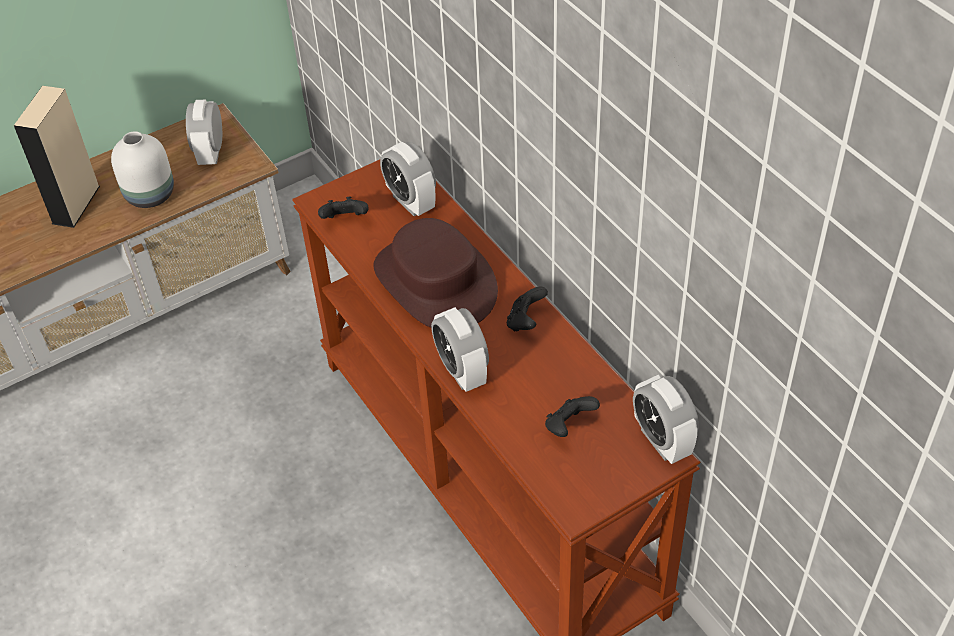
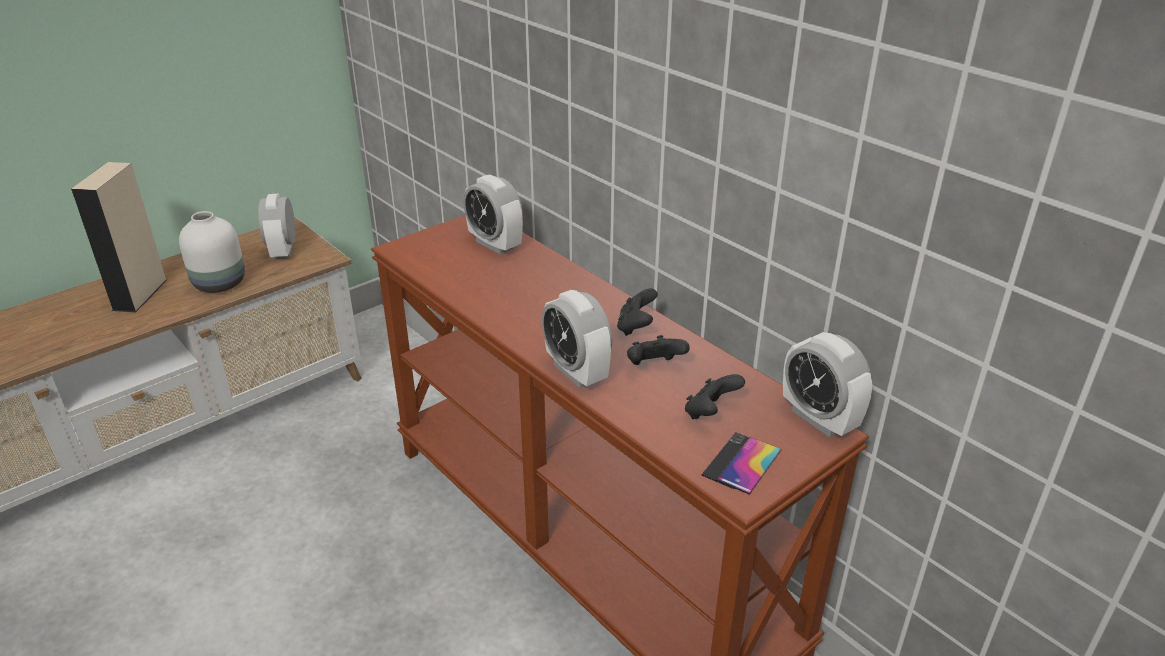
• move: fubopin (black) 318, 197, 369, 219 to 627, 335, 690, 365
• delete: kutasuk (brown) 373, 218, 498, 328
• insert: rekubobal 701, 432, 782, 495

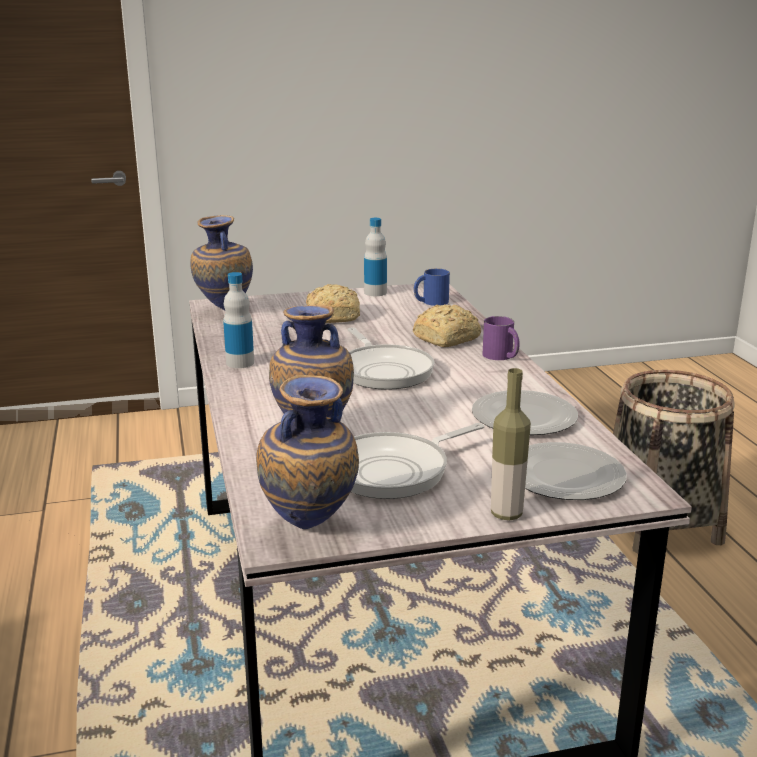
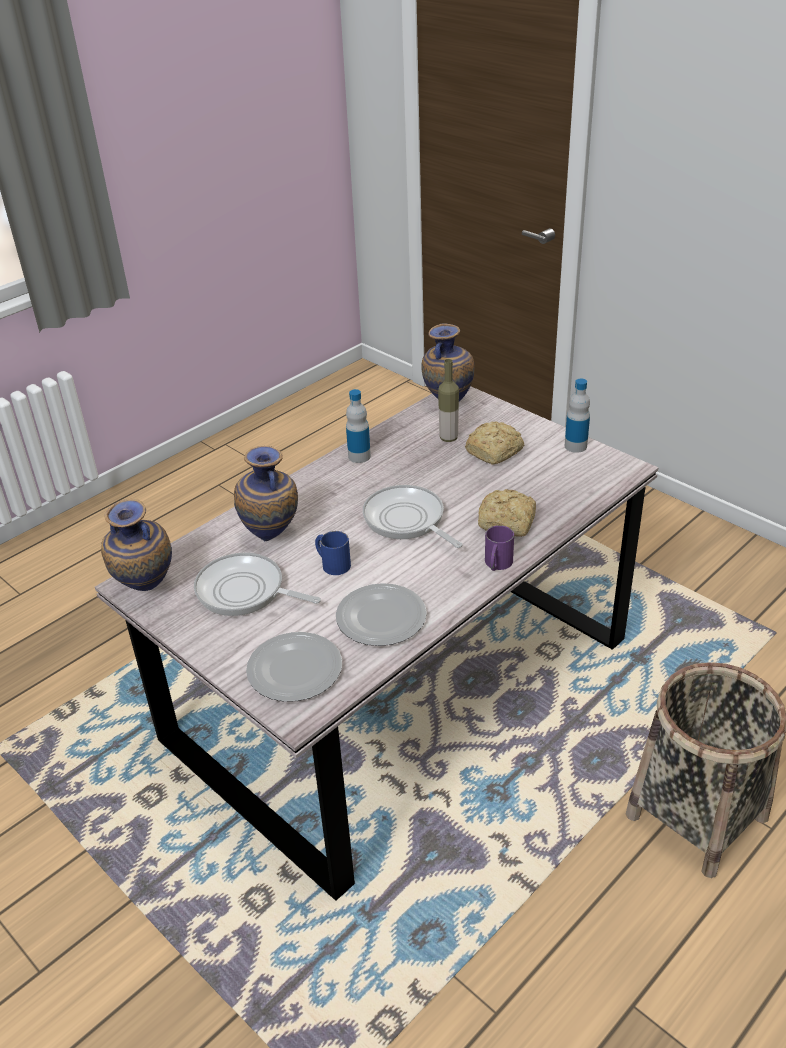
• rotate: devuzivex 347, 328, 434, 390 = 363, 485, 463, 548 105 degrees clockwise
• move: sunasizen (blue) 414, 269, 450, 306 to 315, 531, 351, 575
• move: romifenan 491, 368, 531, 520 to 438, 359, 459, 442

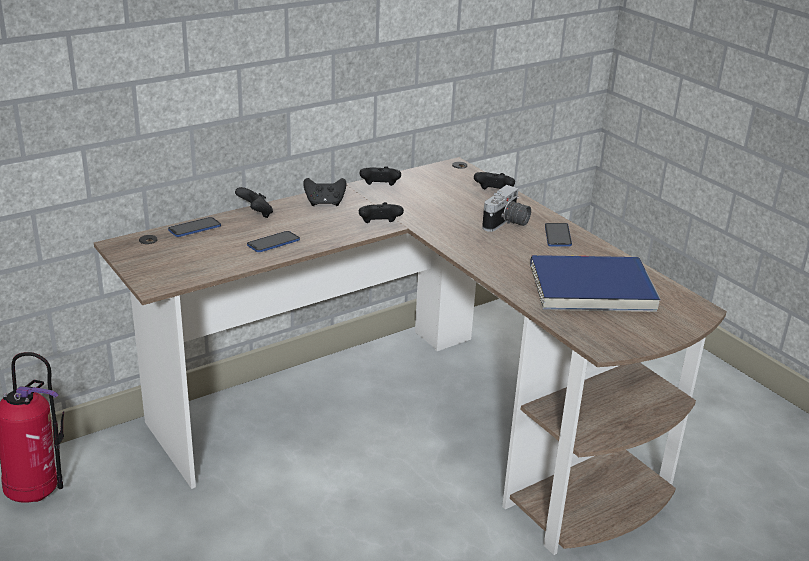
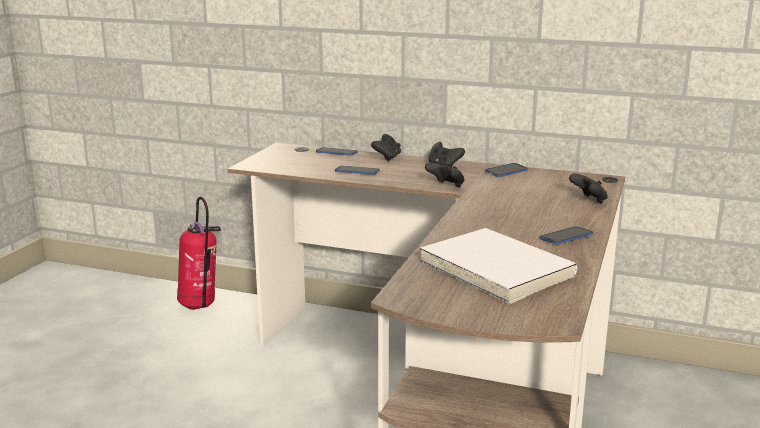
• replace: fubopin (black) 359, 166, 401, 186 to rekubobal 485, 163, 528, 177
• delete: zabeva 482, 185, 531, 232
• recolor: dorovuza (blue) 530, 255, 661, 312 to dorovuza (white) 419, 228, 577, 304

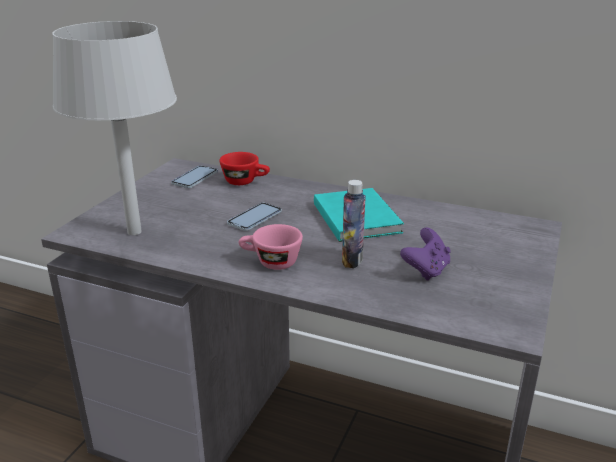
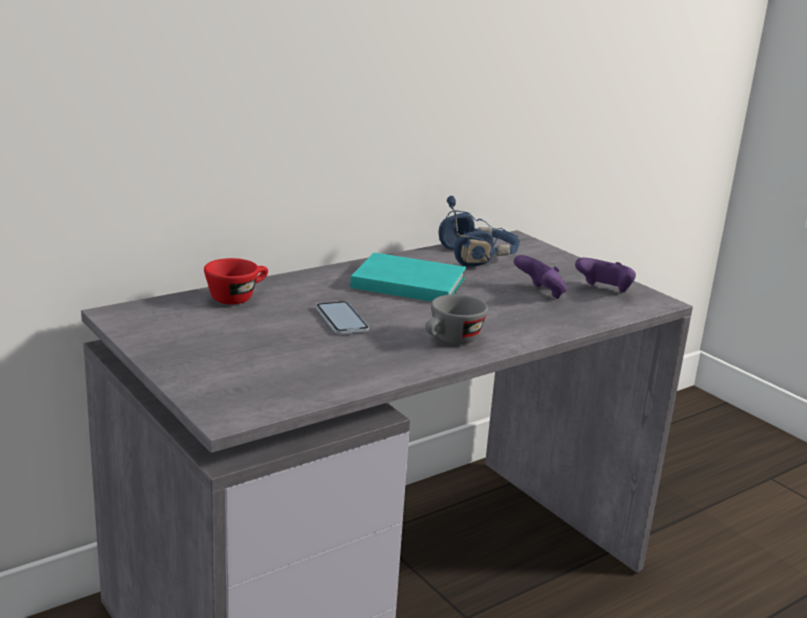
• delete: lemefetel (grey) 52, 21, 177, 235
• delete: rekubobal 171, 166, 218, 188
• recolor: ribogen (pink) 239, 224, 303, 270 to ribogen (grey) 425, 294, 488, 344
• delete: romifenan 342, 180, 366, 268
• insert: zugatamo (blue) 438, 196, 520, 267
• insert: fubopin (purple) 575, 258, 636, 293

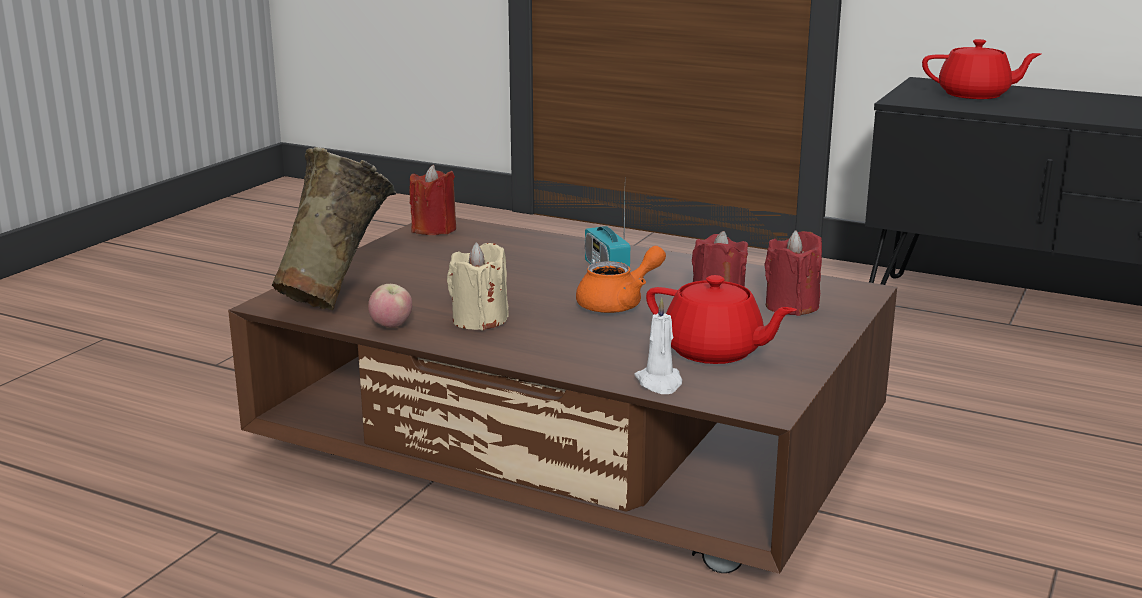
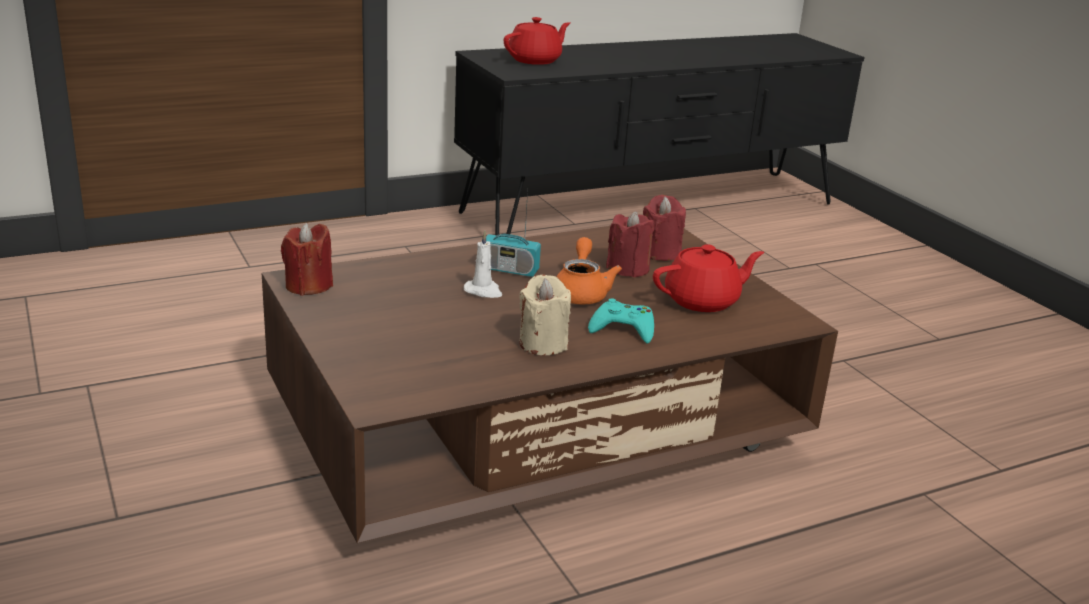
• delete: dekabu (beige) 272, 147, 397, 310
• delete: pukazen 368, 284, 412, 328
• move: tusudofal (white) 635, 297, 682, 394 to 464, 230, 502, 298
• insert: fubopin (turquoise) 588, 298, 654, 344

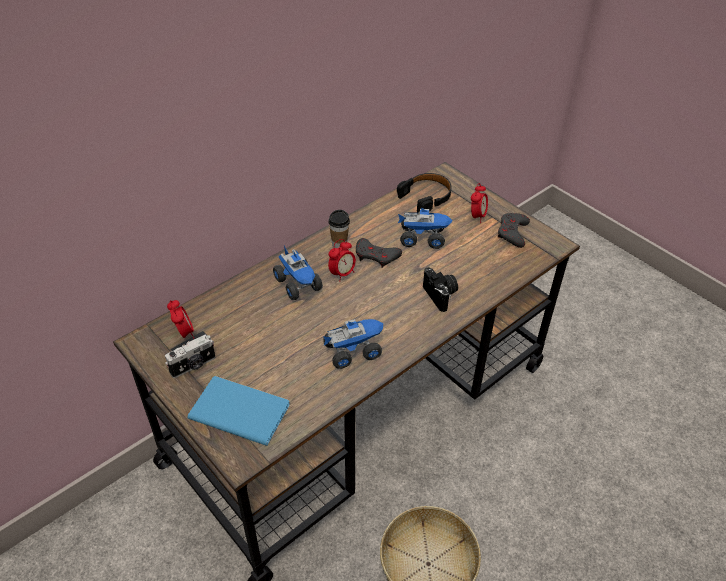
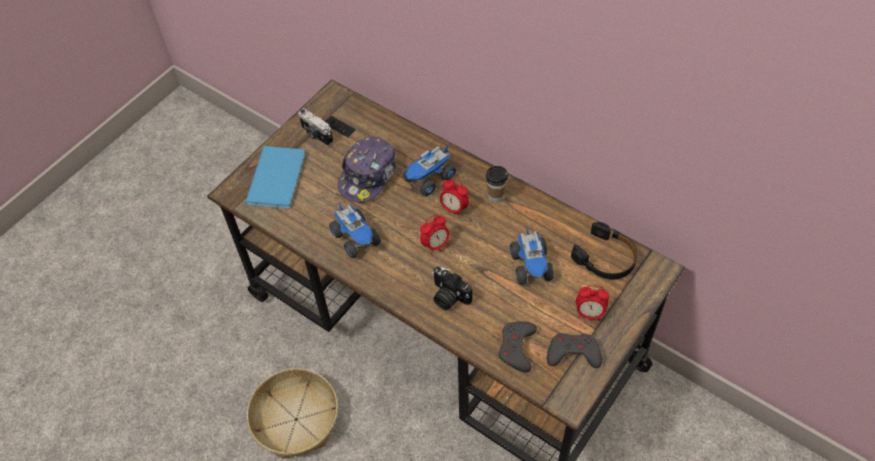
• move: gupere 167, 300, 194, 339 to 420, 215, 450, 255
• move: fubopin (grey) 356, 238, 402, 268 to 499, 321, 537, 372
• rotate: zabeva 423, 267, 458, 312 = 432, 266, 472, 310 75 degrees clockwise
• insert: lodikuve 338, 136, 396, 203

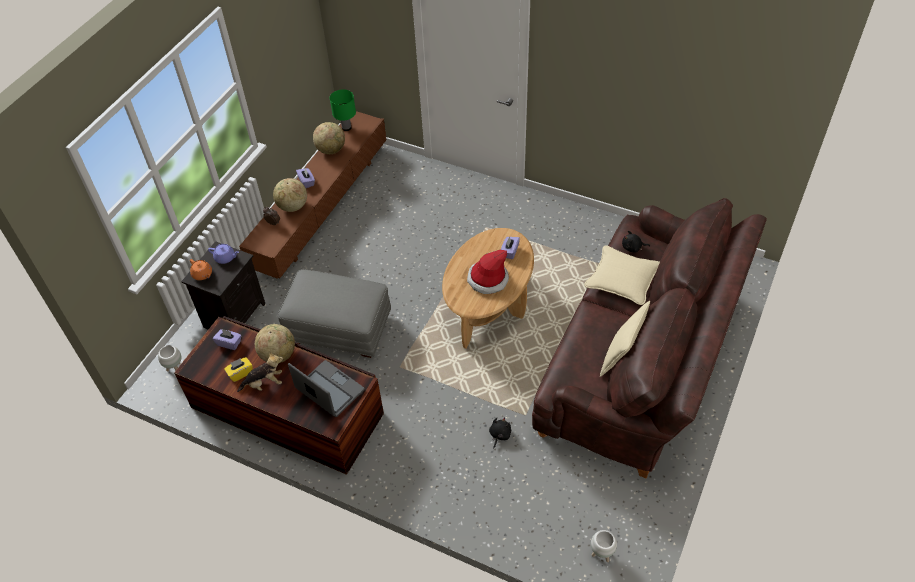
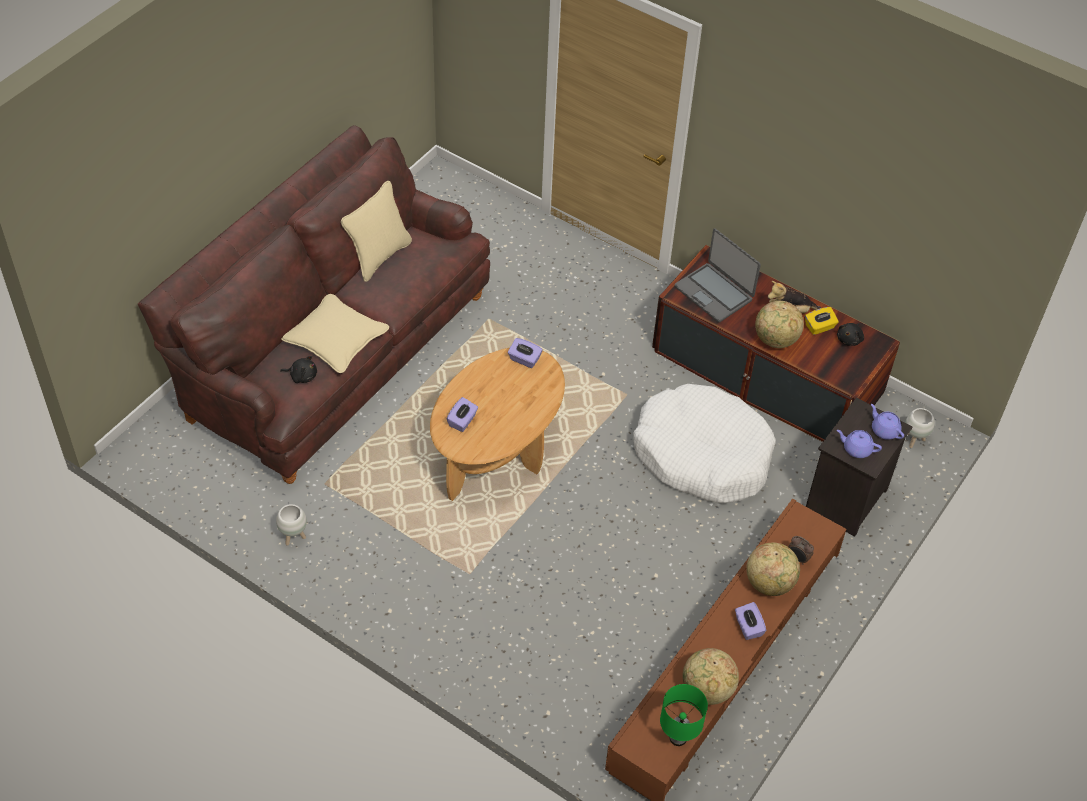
• recolor: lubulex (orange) 190, 259, 212, 280 to lubulex (purple) 871, 404, 904, 440
• move: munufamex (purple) 213, 329, 241, 350 to 508, 338, 543, 368
• replace: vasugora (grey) 278, 269, 391, 358 to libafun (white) 633, 384, 776, 504
• delete: kutasuk 467, 250, 509, 294
• move: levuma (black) 489, 417, 511, 449 to 837, 323, 864, 346
• move: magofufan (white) 591, 530, 617, 562 to 276, 504, 307, 545

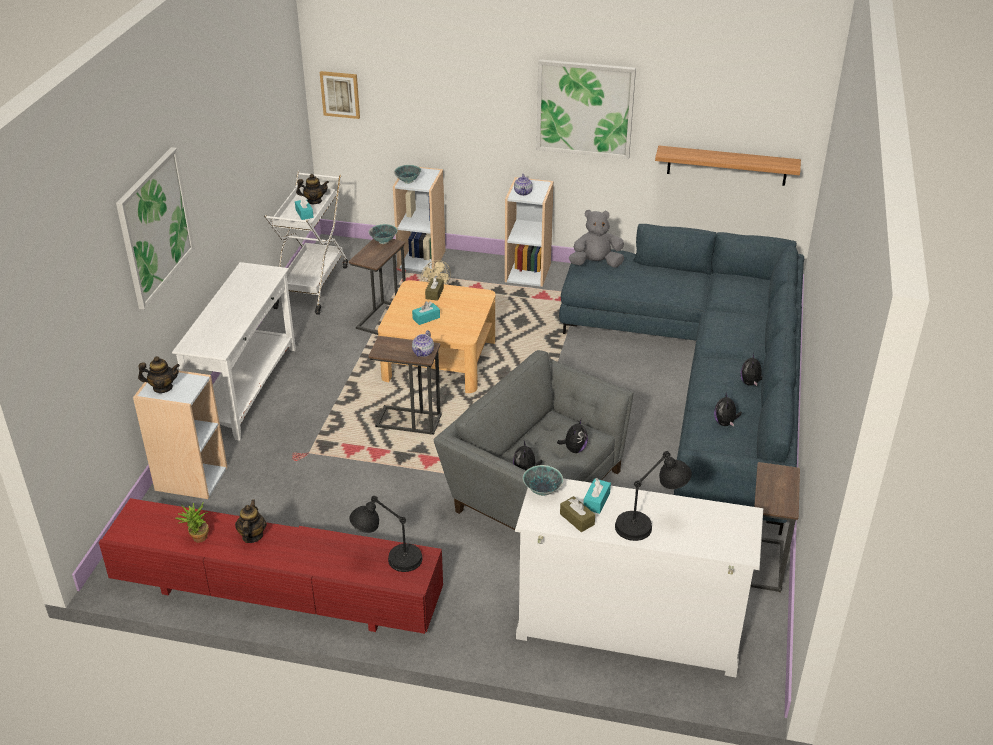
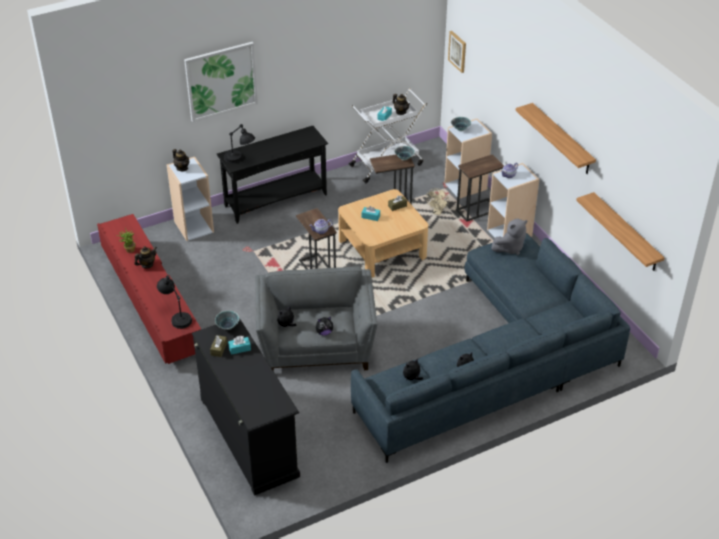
• recolor: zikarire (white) 172, 262, 296, 441 to zikarire (black) 217, 126, 328, 224
• recolor: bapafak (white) 515, 479, 763, 677 to bapafak (black) 192, 318, 300, 496
• replace: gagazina 536, 59, 636, 159 to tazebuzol 516, 103, 596, 174
• rotate: levuma (grey) 569, 210, 624, 268 = 492, 218, 527, 255 105 degrees clockwise
• move: lemefetel (black) 615, 451, 692, 541 to 224, 124, 255, 163
• move: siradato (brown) 750, 462, 800, 592 to 456, 154, 504, 222

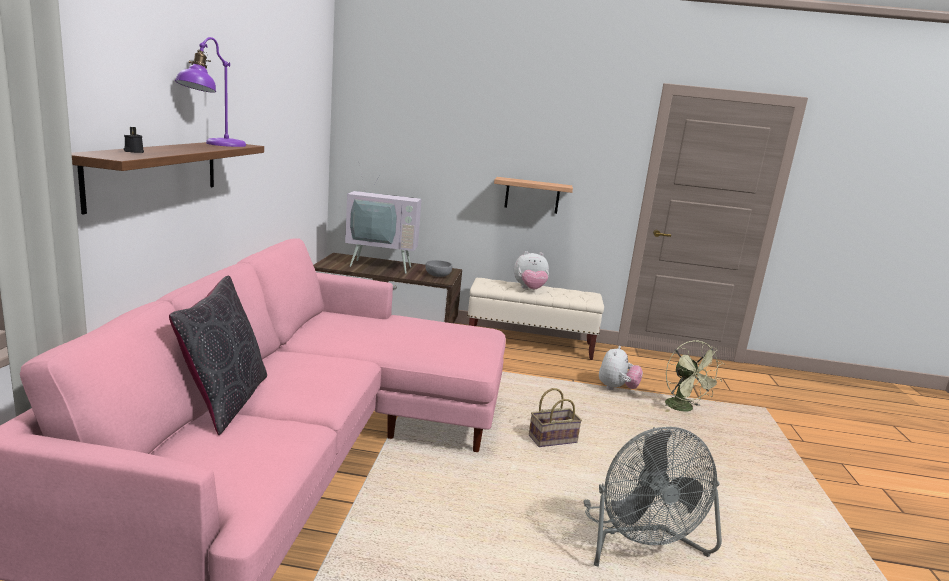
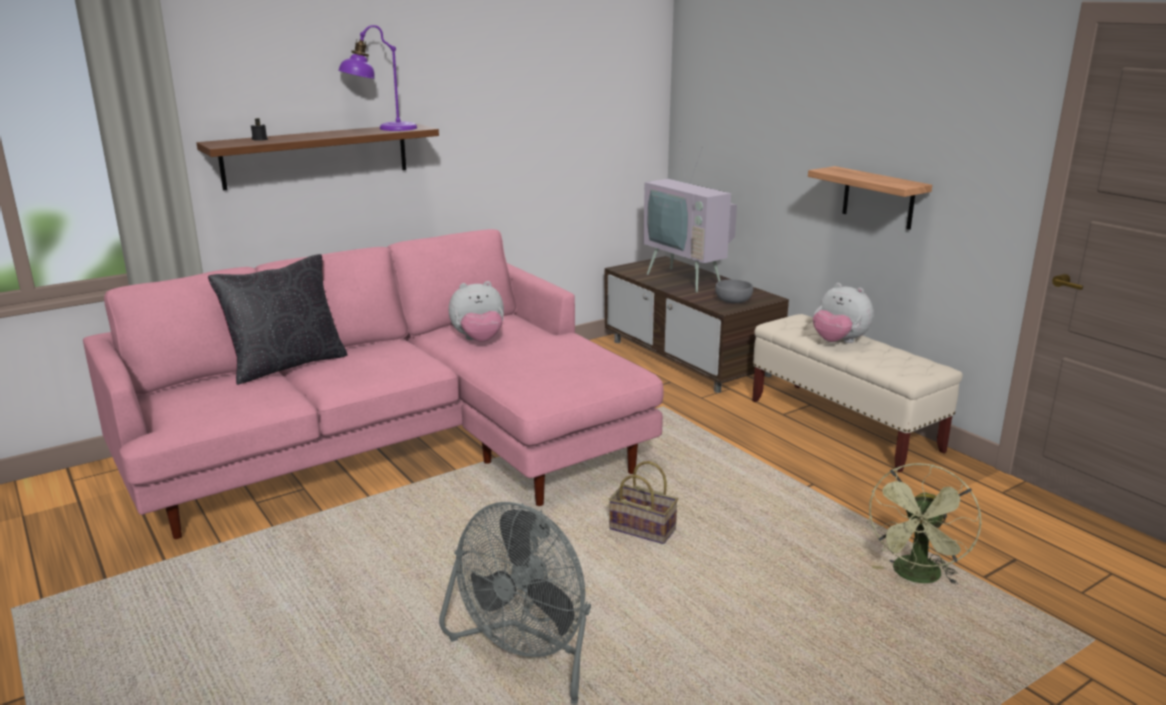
• move: levuma 599, 346, 643, 390 to 449, 281, 504, 342

